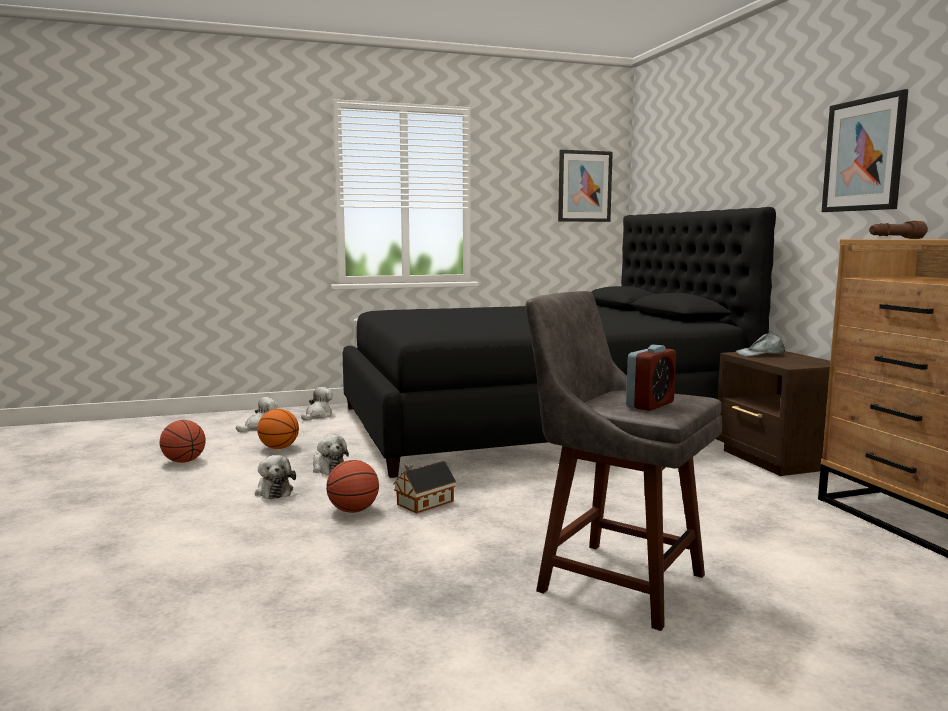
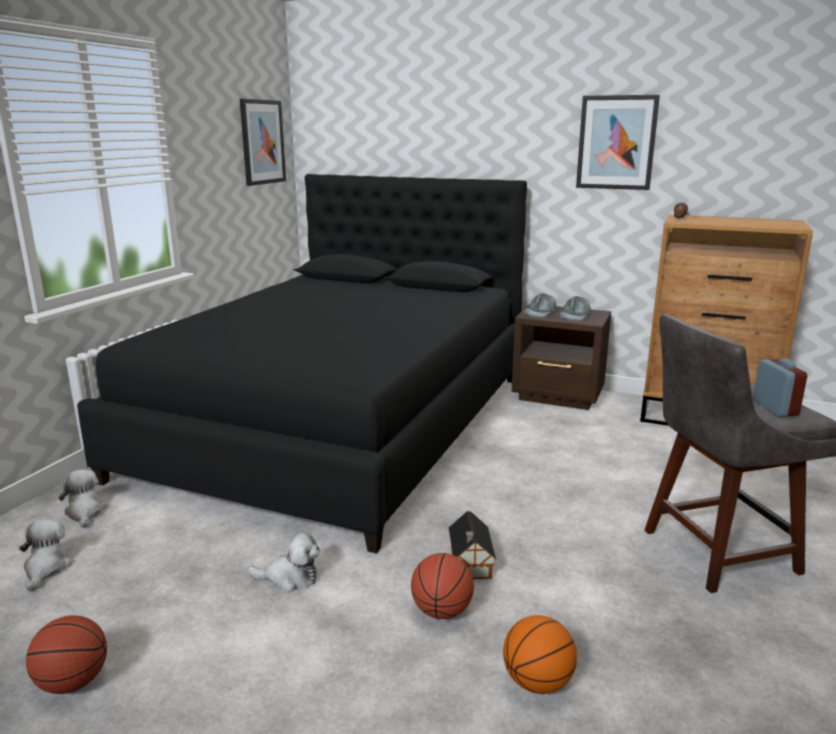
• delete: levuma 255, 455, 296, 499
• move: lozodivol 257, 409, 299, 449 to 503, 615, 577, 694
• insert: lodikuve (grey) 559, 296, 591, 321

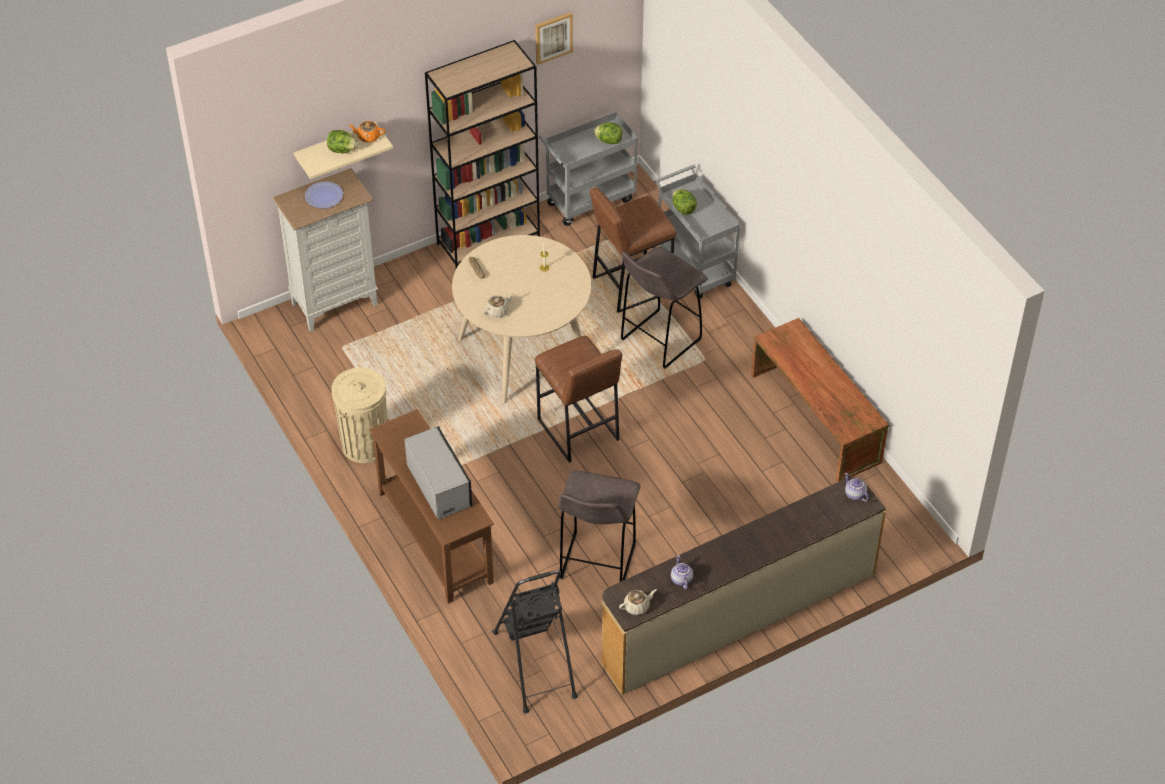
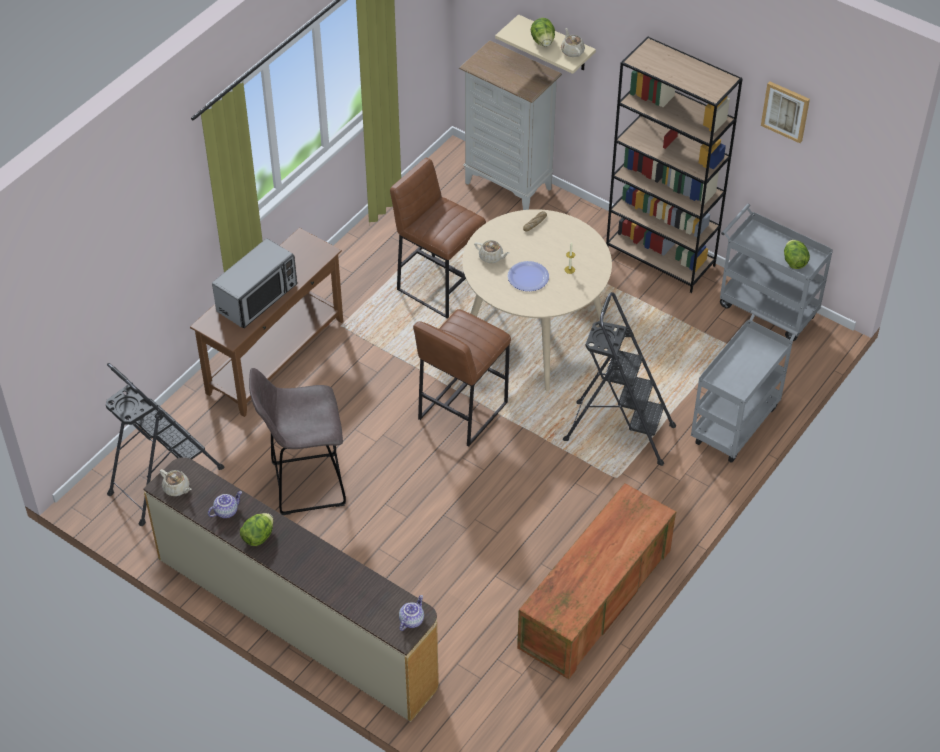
• move: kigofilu 305, 182, 343, 208 to 508, 261, 549, 291
• delete: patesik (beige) 331, 367, 387, 463
• recolor: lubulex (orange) 349, 121, 385, 143 to lubulex (beige) 561, 28, 585, 57
• move: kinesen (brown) 590, 187, 676, 313 to 390, 157, 486, 319
• replace: kinesen (grey) 621, 247, 708, 369 to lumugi 563, 292, 676, 466
• move: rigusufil 672, 189, 697, 215 to 240, 513, 273, 546

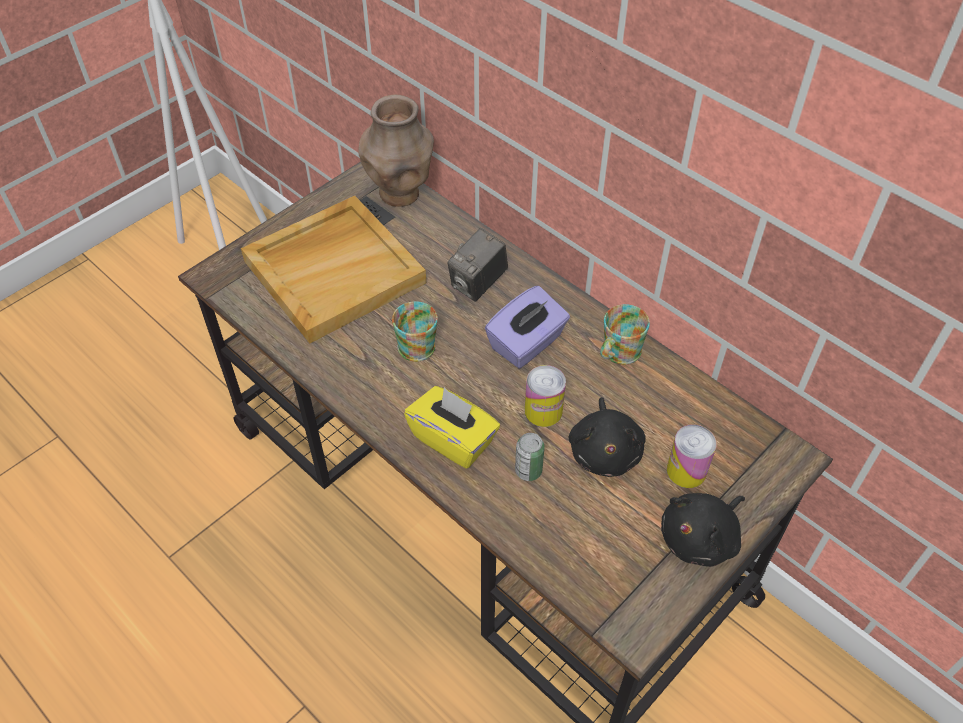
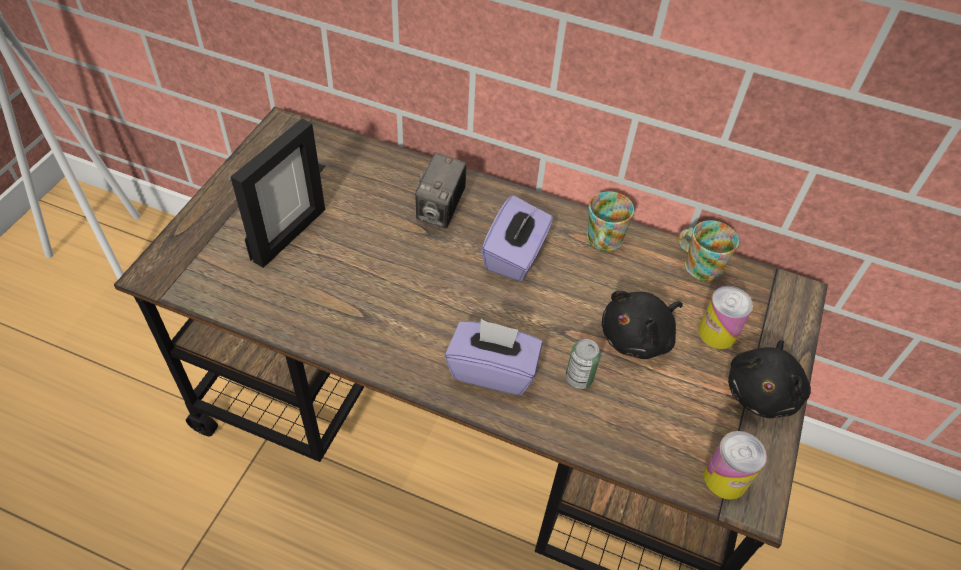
• replace: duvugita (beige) 241, 196, 426, 343 to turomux 231, 119, 325, 268
• delete: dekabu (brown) 358, 95, 434, 207
• move: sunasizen 392, 301, 438, 362 to 678, 220, 739, 282
• recolor: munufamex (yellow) 404, 386, 500, 469 to munufamex (purple) 445, 319, 543, 395
• move: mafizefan 525, 365, 566, 427 to 704, 431, 767, 500
• rotate: levuma (black) 569, 397, 646, 477 = 602, 291, 683, 359 75 degrees clockwise

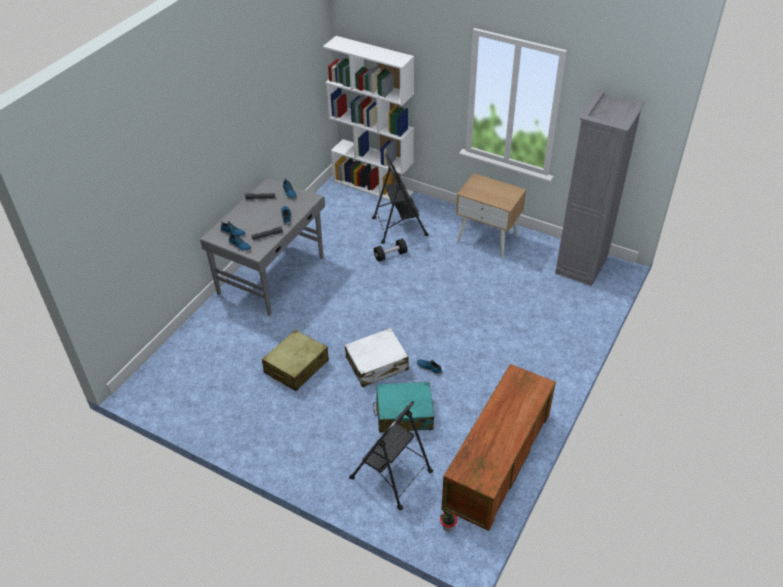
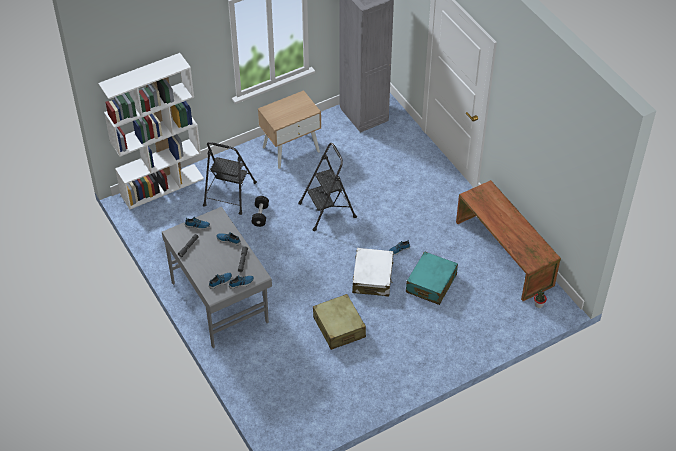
• move: lumugi (black) 349, 401, 433, 510 to 298, 143, 357, 231

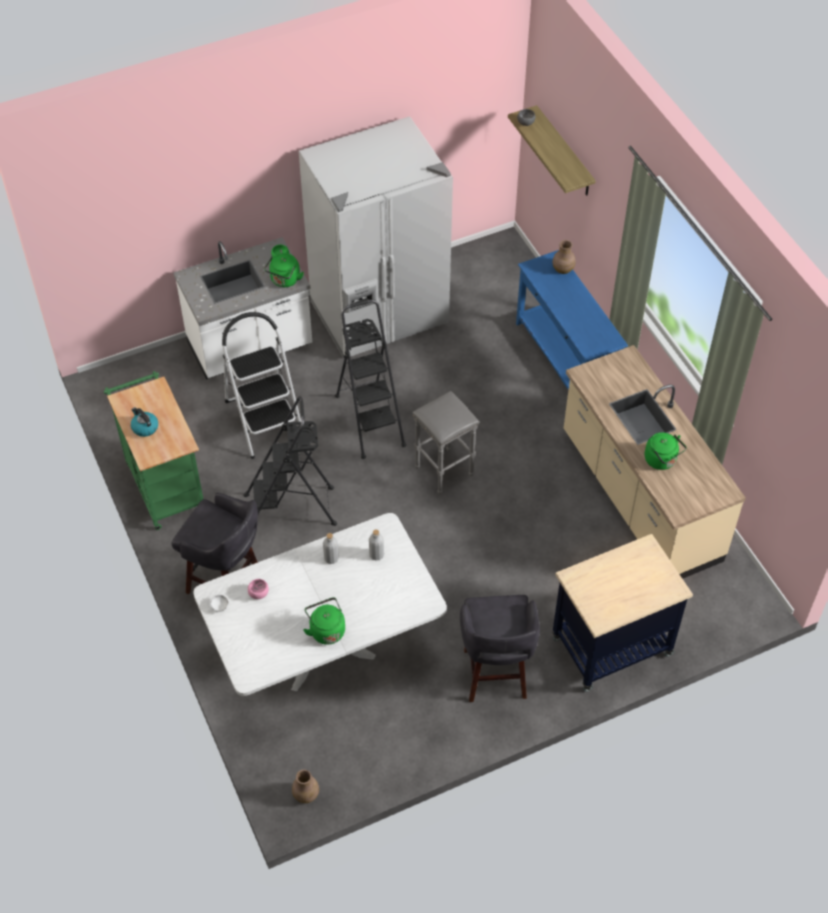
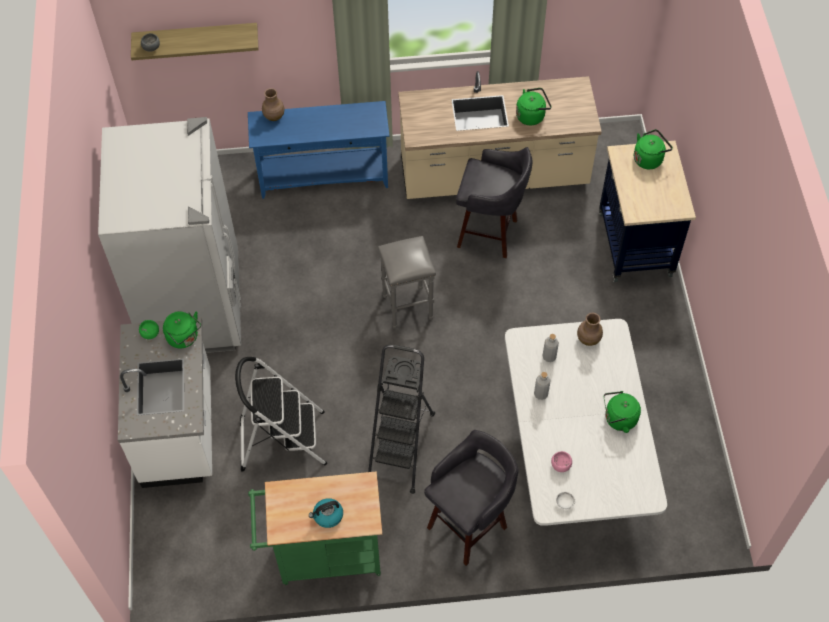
• move: dekabu (brown) 292, 770, 319, 803 to 577, 313, 603, 346
• delete: lumugi 335, 300, 406, 459
• move: kinesen (grey) 460, 595, 540, 702 to 456, 147, 532, 258
• insert: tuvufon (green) 634, 129, 673, 169

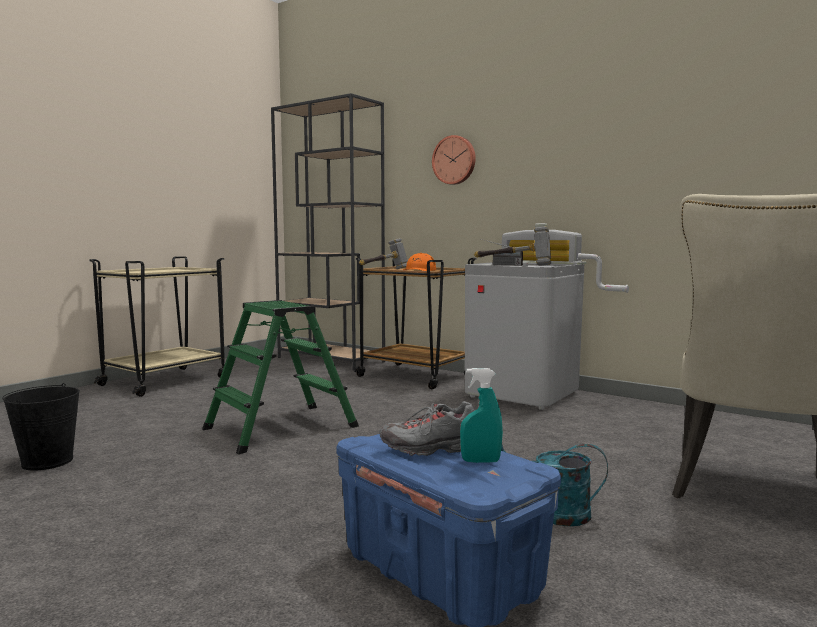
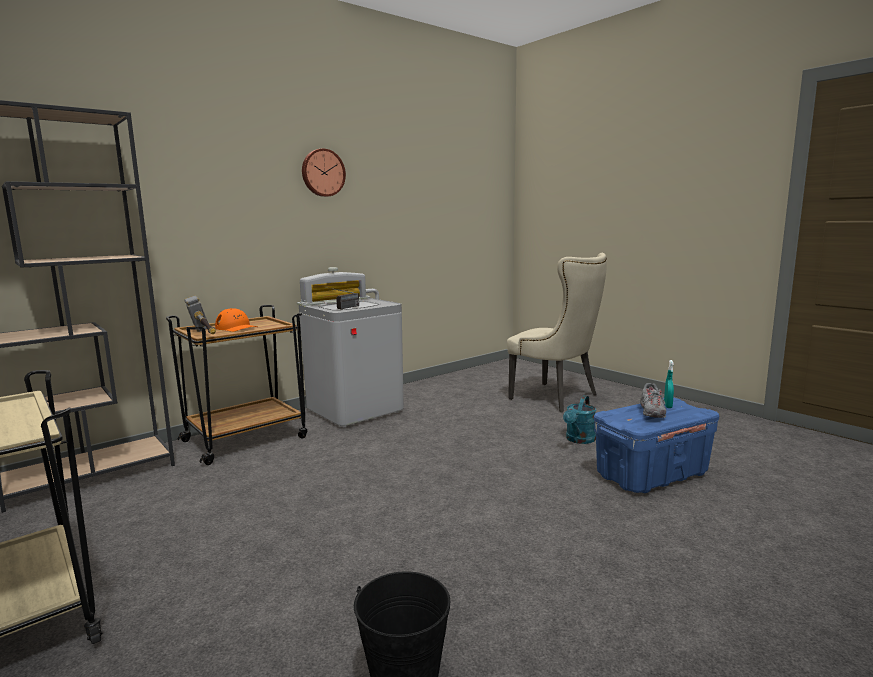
• delete: lumugi (green) 202, 300, 359, 454
• move: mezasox 432, 135, 476, 185 to 302, 149, 346, 197
• delete: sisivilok 474, 226, 551, 266

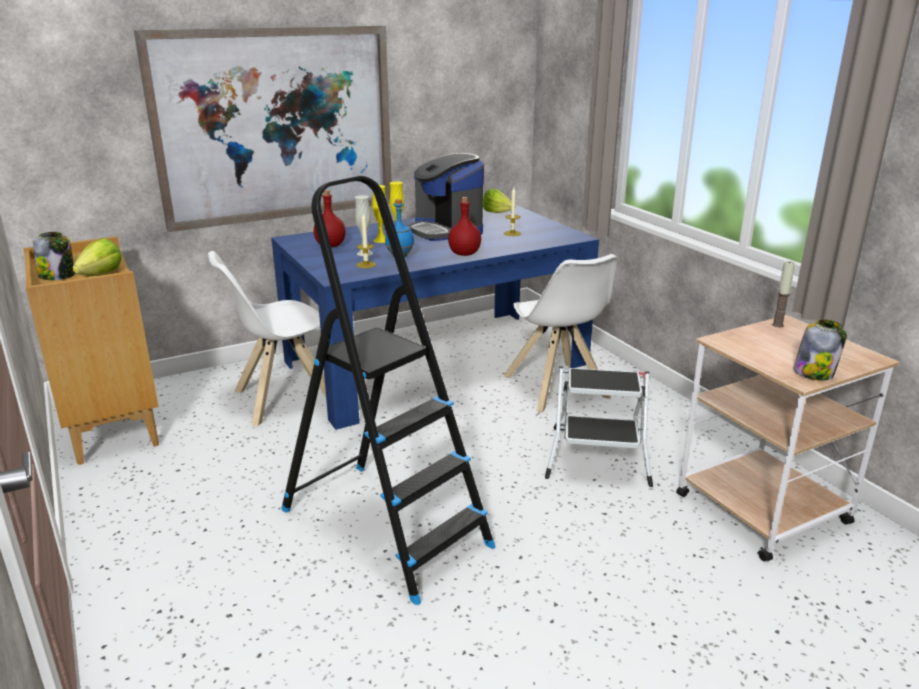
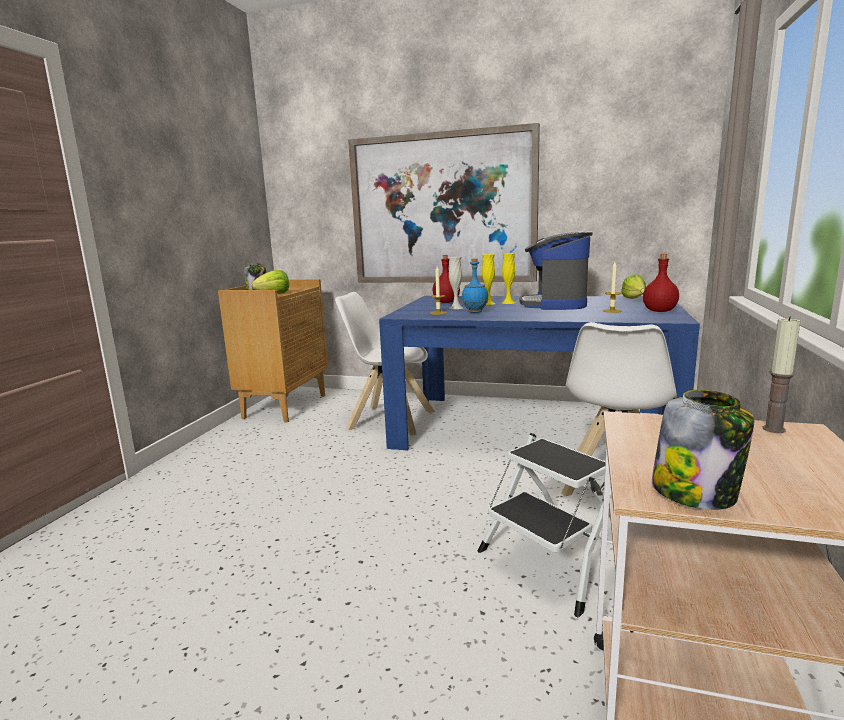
• delete: lumugi (black) 281, 176, 495, 605
• move: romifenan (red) 448, 197, 481, 256 to 643, 254, 679, 312

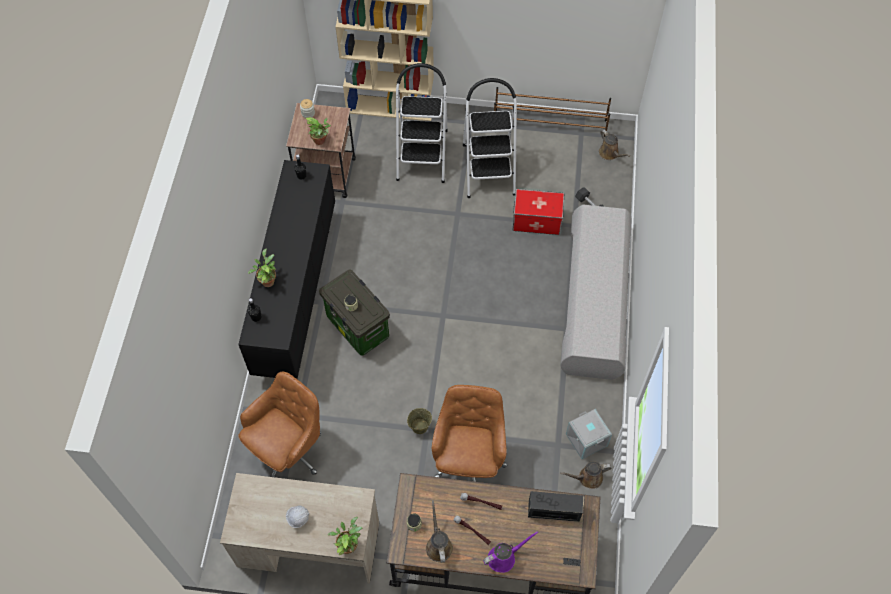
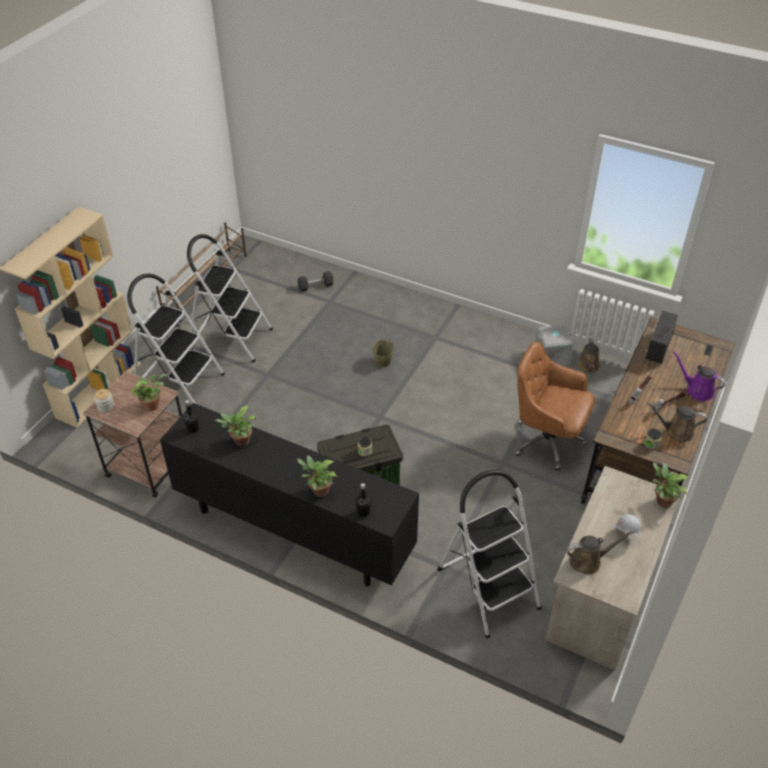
• replace: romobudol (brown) 239, 372, 321, 478 to lumugi 437, 470, 542, 638
• move: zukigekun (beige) 407, 408, 432, 434 to 372, 338, 394, 367
• rotate: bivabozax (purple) 483, 531, 539, 573 = 673, 352, 726, 401 45 degrees counterclockwise
• delete: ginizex 513, 189, 564, 235
• delete: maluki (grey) 560, 205, 632, 380
• move: bivabozax (brown) 599, 130, 630, 160 to 566, 530, 634, 575
• insert: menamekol 215, 406, 257, 447

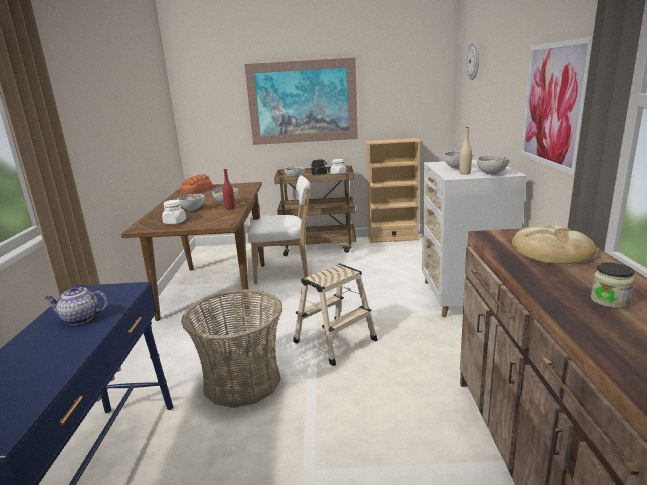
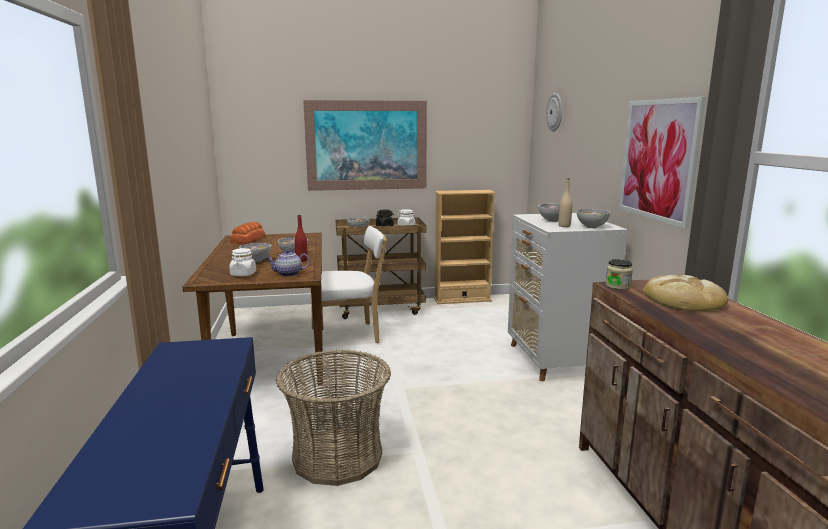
• move: lubulex 45, 286, 108, 325 to 266, 250, 310, 277
• delete: lumugi (beige) 293, 263, 378, 366
• move: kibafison 591, 262, 635, 308 to 605, 259, 633, 290

